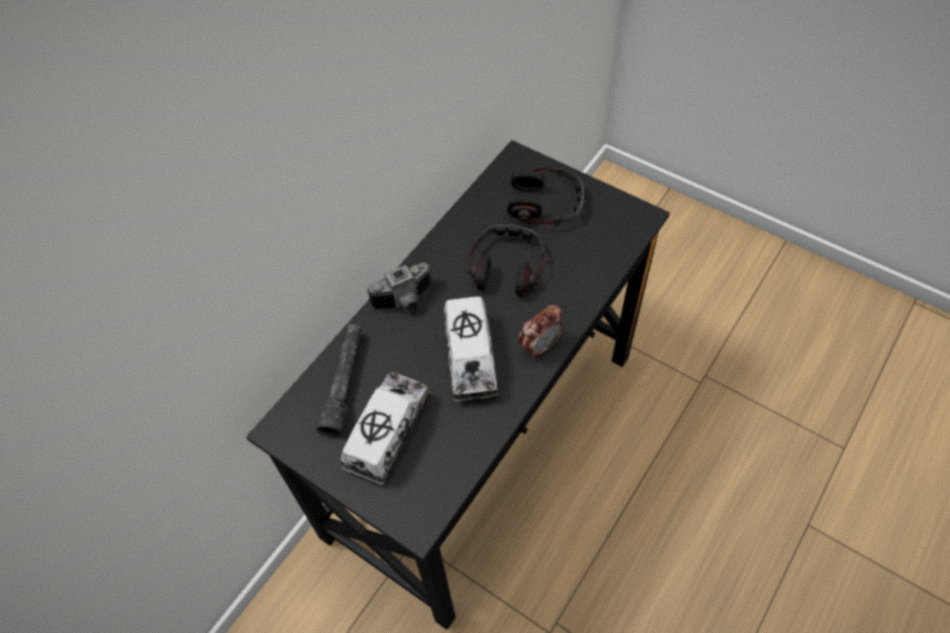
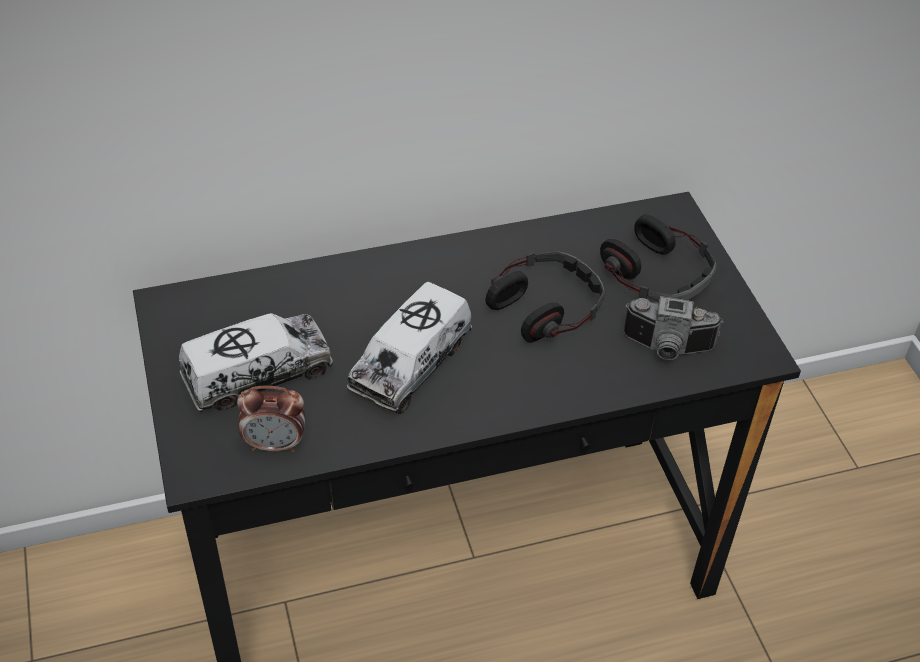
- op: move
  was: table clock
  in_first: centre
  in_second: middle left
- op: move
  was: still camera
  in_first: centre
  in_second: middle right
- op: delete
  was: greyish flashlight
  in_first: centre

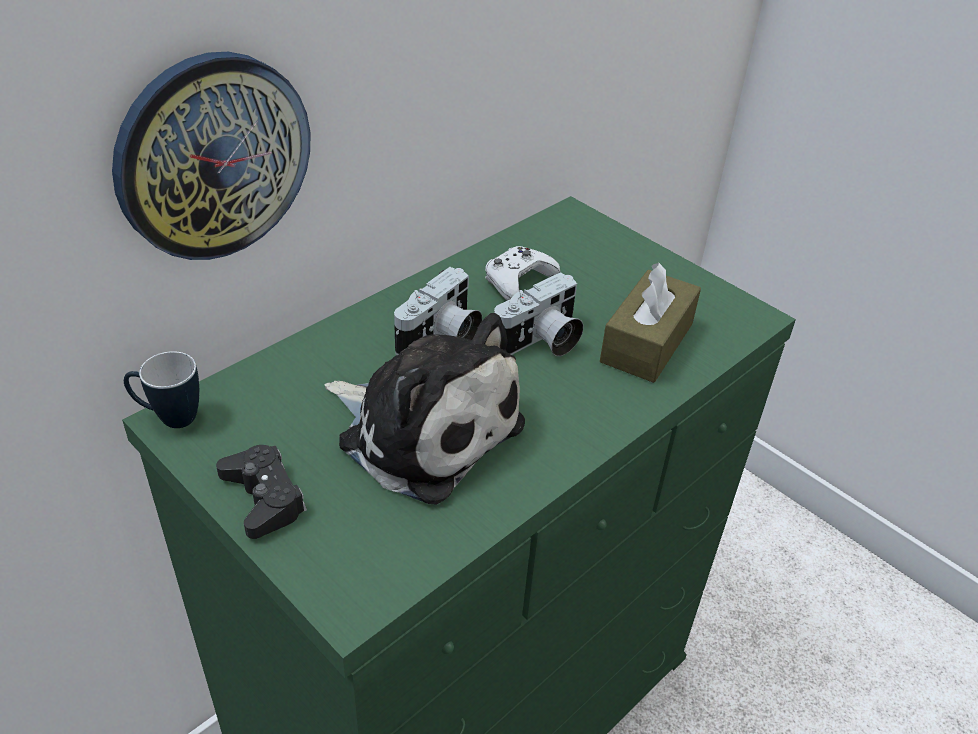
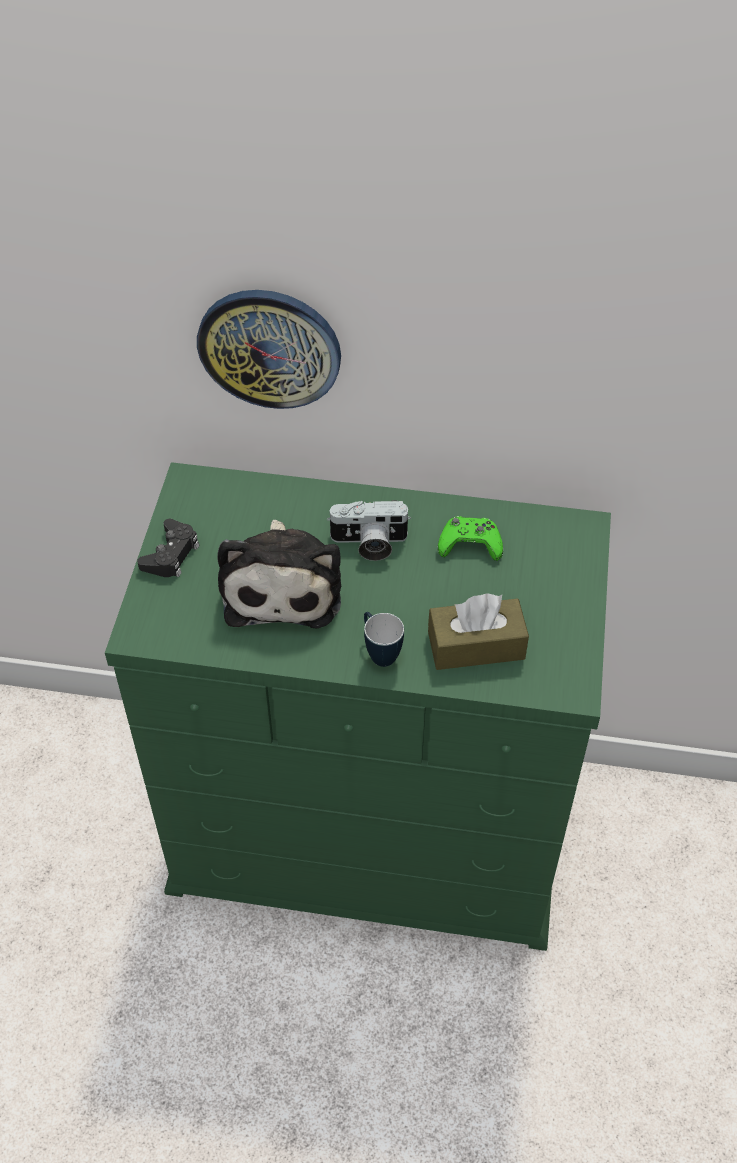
- op: move
  was: coffee mug
  in_first: middle left
  in_second: centre
- op: recolor
  was: white game controller
  now: green-coloured game controller
  in_first: centre
  in_second: centre
- op: delete
  was: still camera (2nd from left)
  in_first: centre

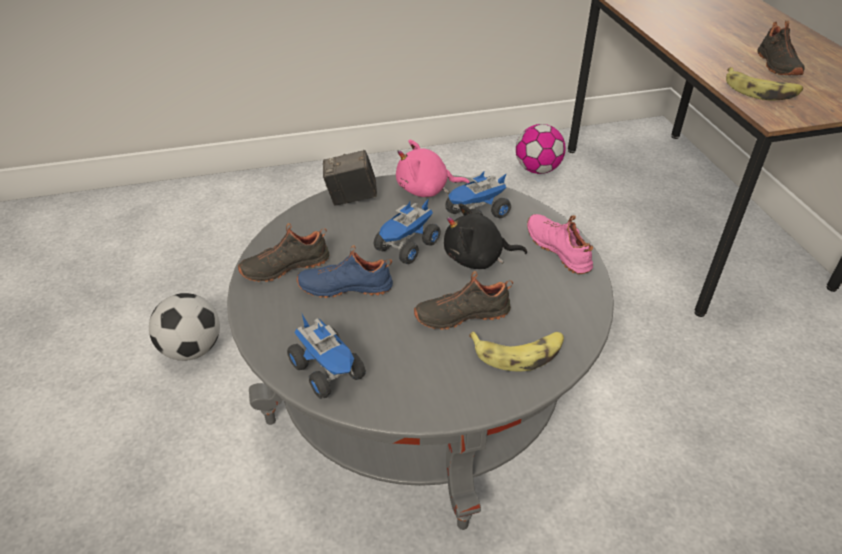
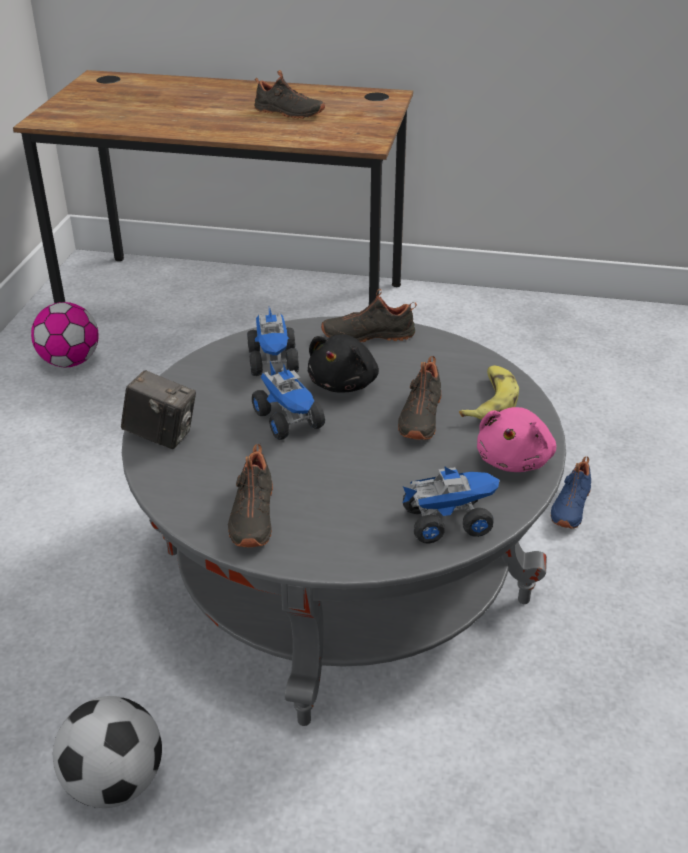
- op: rotate
  was: still camera
  in_first: top centre
  in_second: middle left
  clockwise: -90
- op: recolor
  was: pink item of footwear
  now: black-coloured item of footwear (3rd from left)
  in_first: centre
  in_second: centre
- op: move
  was: pink soft toy
  in_first: top centre
  in_second: middle right
- op: move
  was: blue item of footwear
  in_first: centre
  in_second: middle right
- op: delete
  was: whole banana (2nd from left)
  in_first: top right

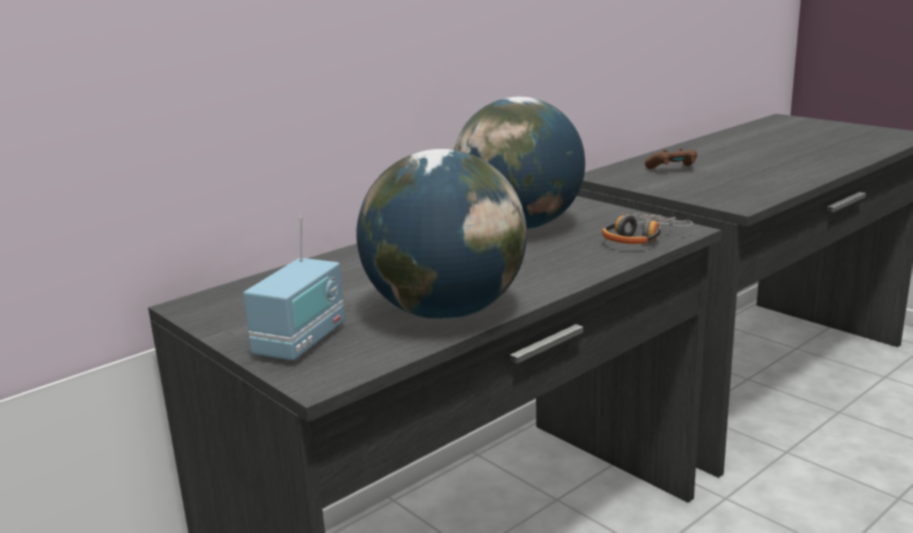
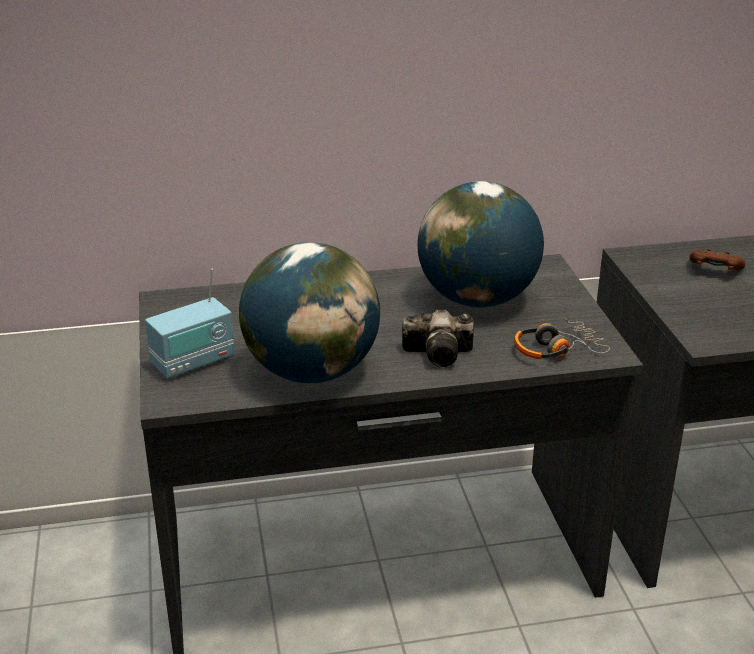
- op: insert
  now: still camera
  in_second: centre

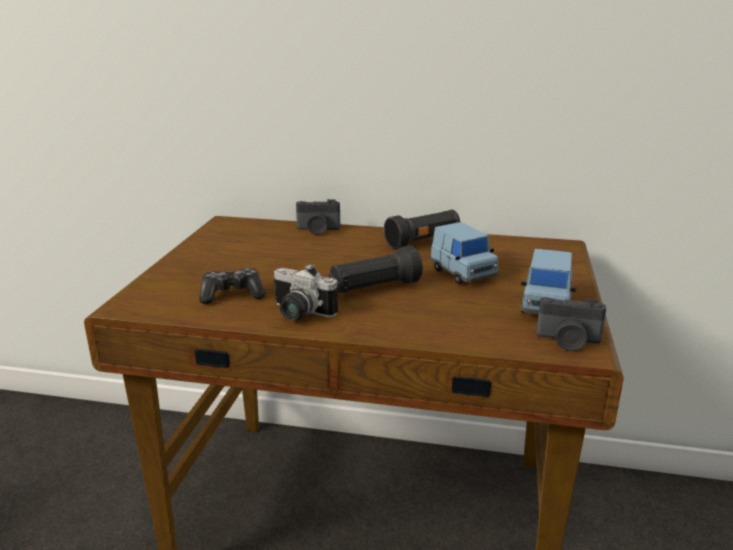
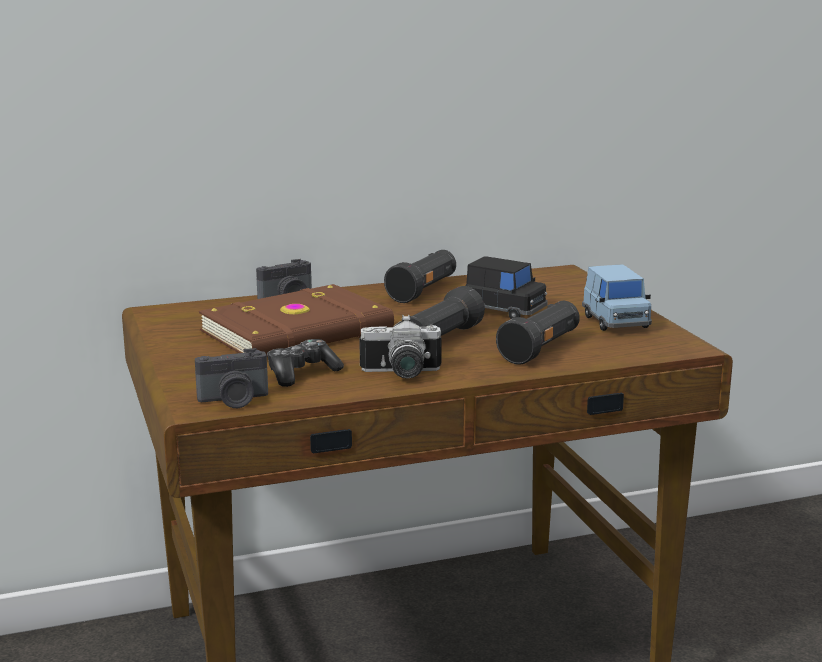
- op: move
  was: still camera (3rd from left in the first image)
  now: still camera (1st from left)
  in_first: middle right
  in_second: middle left
- op: insert
  now: brownish bound book
  in_second: centre
- op: recolor
  was: blue miniature car (1st from left)
  now: black-coloured miniature car
  in_first: centre
  in_second: centre
- op: insert
  now: black-coloured flashlight (3rd from left)
  in_second: centre

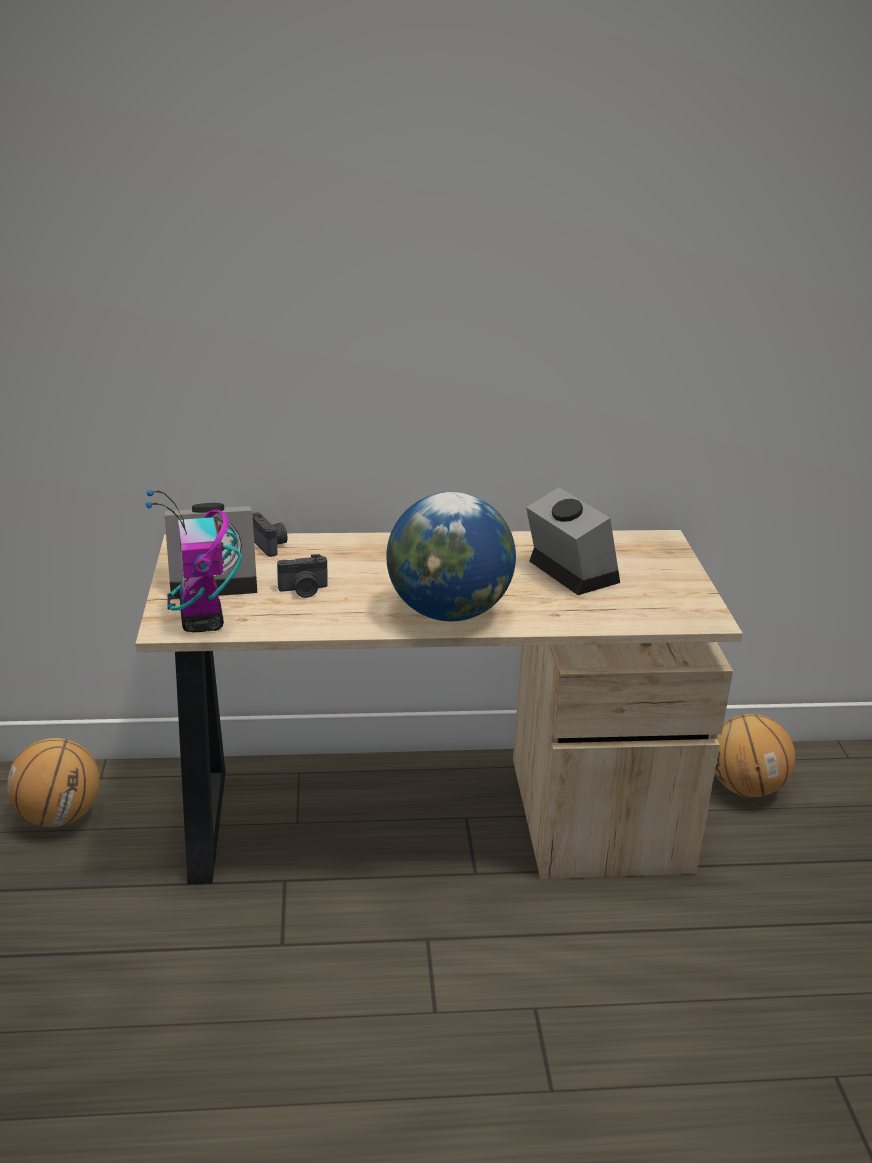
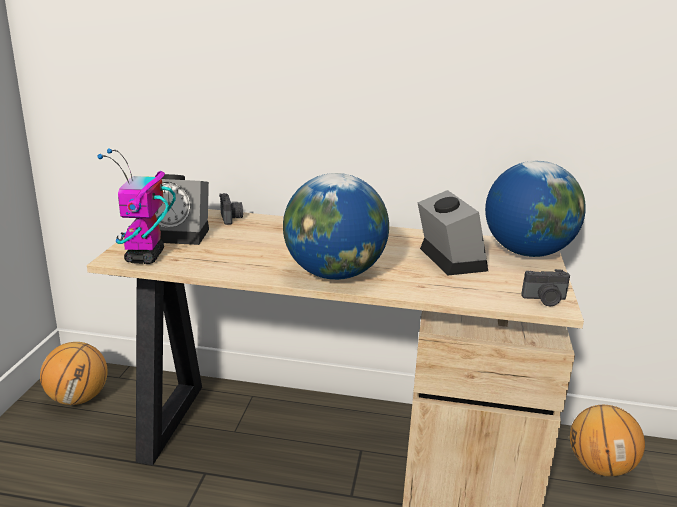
- op: insert
  now: desk globe (2nd from left)
  in_second: middle right
- op: move
  was: still camera (2nd from left)
  in_first: centre
  in_second: middle right

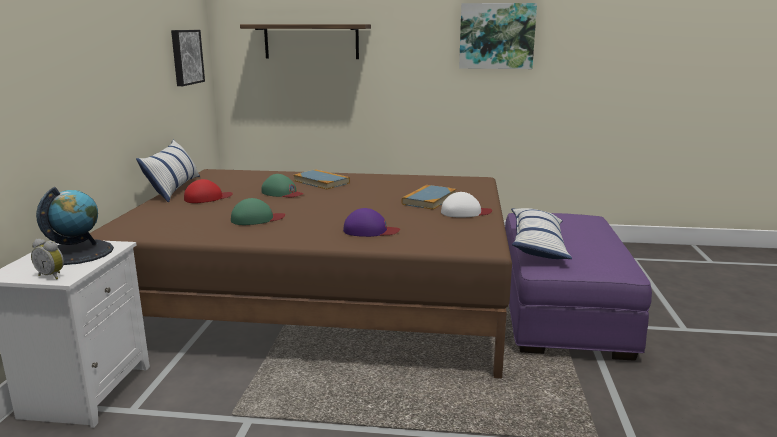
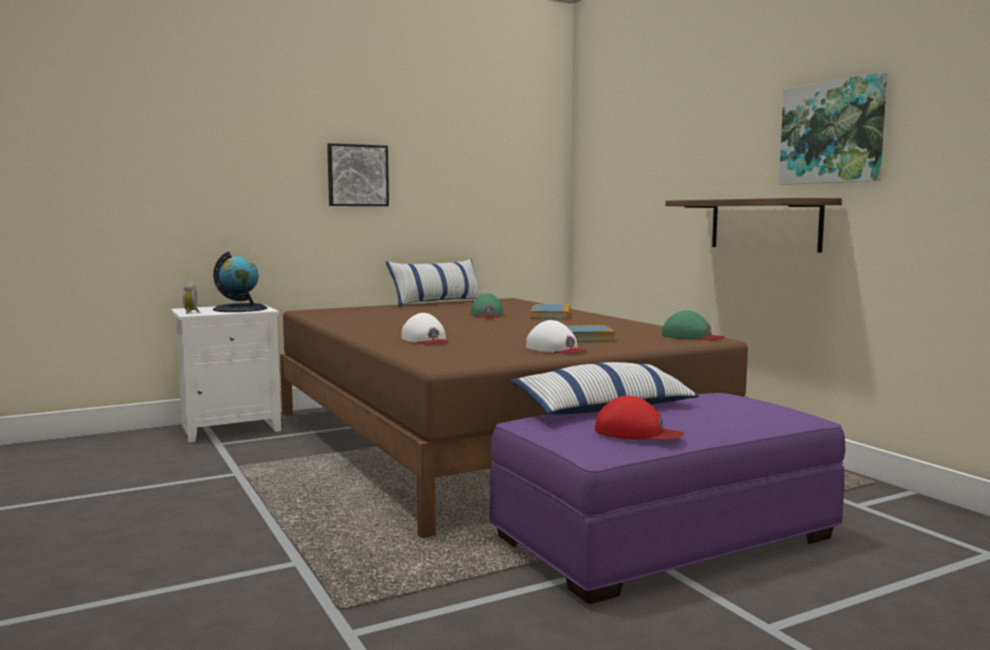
- op: move
  was: wall picture (1st from left)
  in_first: top left
  in_second: top centre
- op: recolor
  was: purplish peaked cap
  now: white peaked cap (1st from left)
  in_first: centre
  in_second: centre
- op: move
  was: red peaked cap
  in_first: middle left
  in_second: centre
- op: move
  was: green-coloured peaked cap (1st from left in the first image)
  now: green-coloured peaked cap (2nd from left)
  in_first: middle left
  in_second: middle right
- op: move
  was: wall shelf
  in_first: top centre
  in_second: middle right

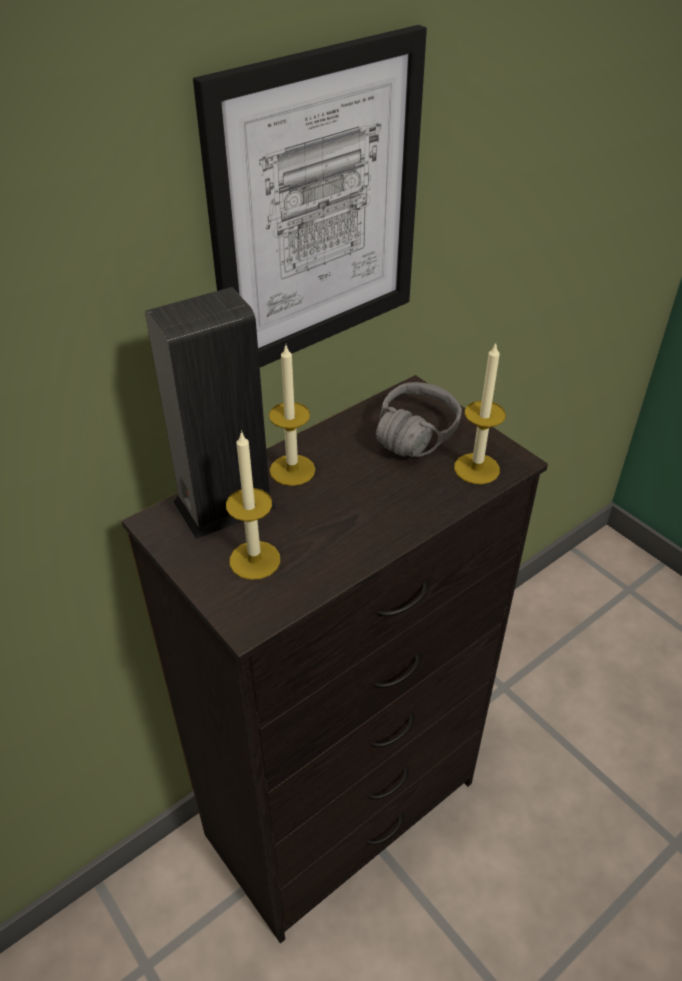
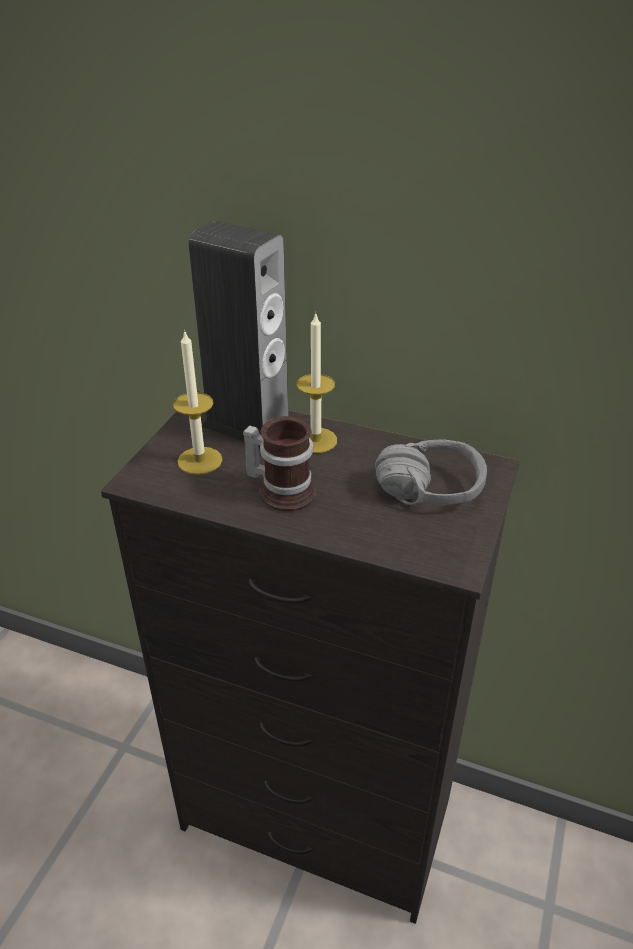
- op: insert
  now: coffee mug
  in_second: centre
- op: delete
  was: wall picture
  in_first: top centre
- op: delete
  was: wax light (3rd from left)
  in_first: middle right

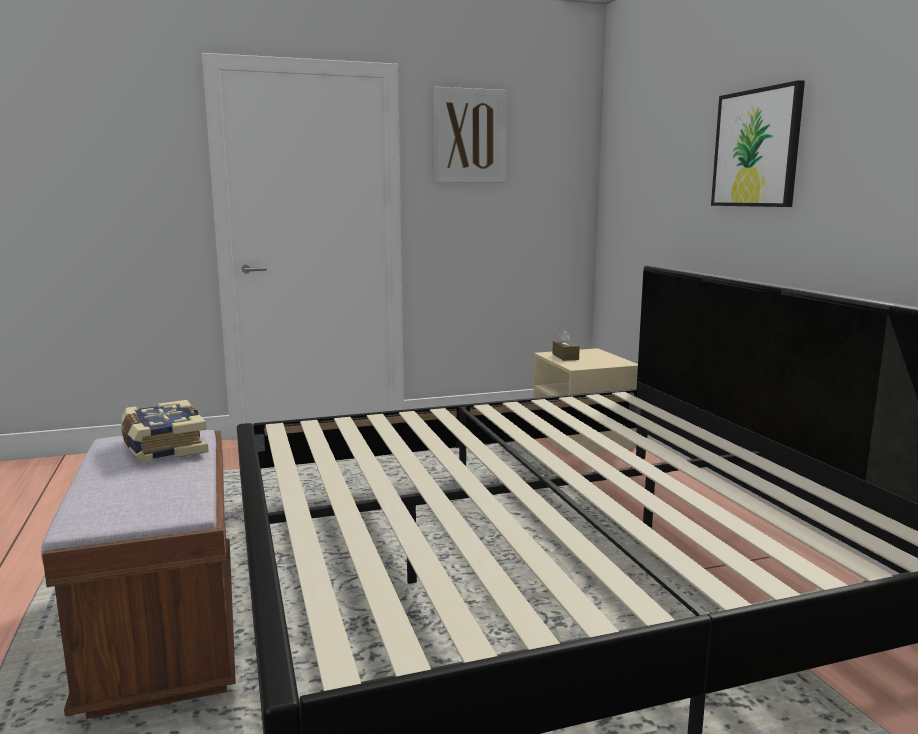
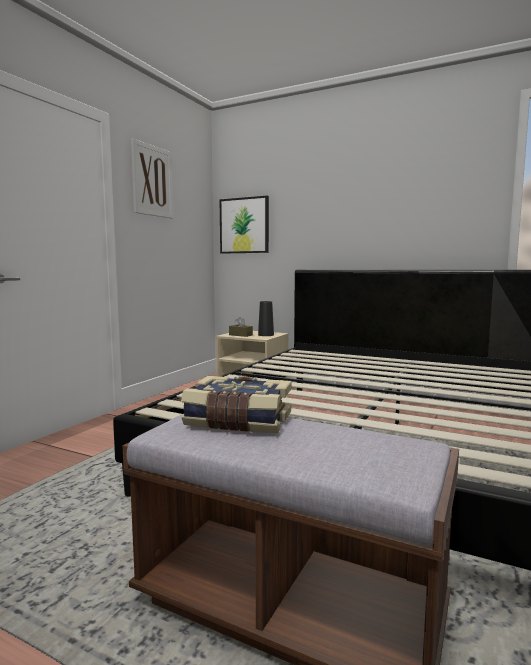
- op: move
  was: wall picture (2nd from left)
  in_first: top right
  in_second: centre
- op: insert
  now: black-coloured decorative vase
  in_second: centre

